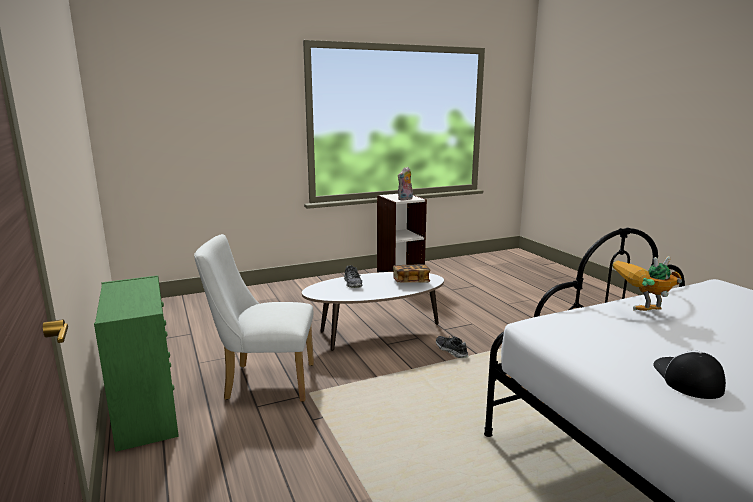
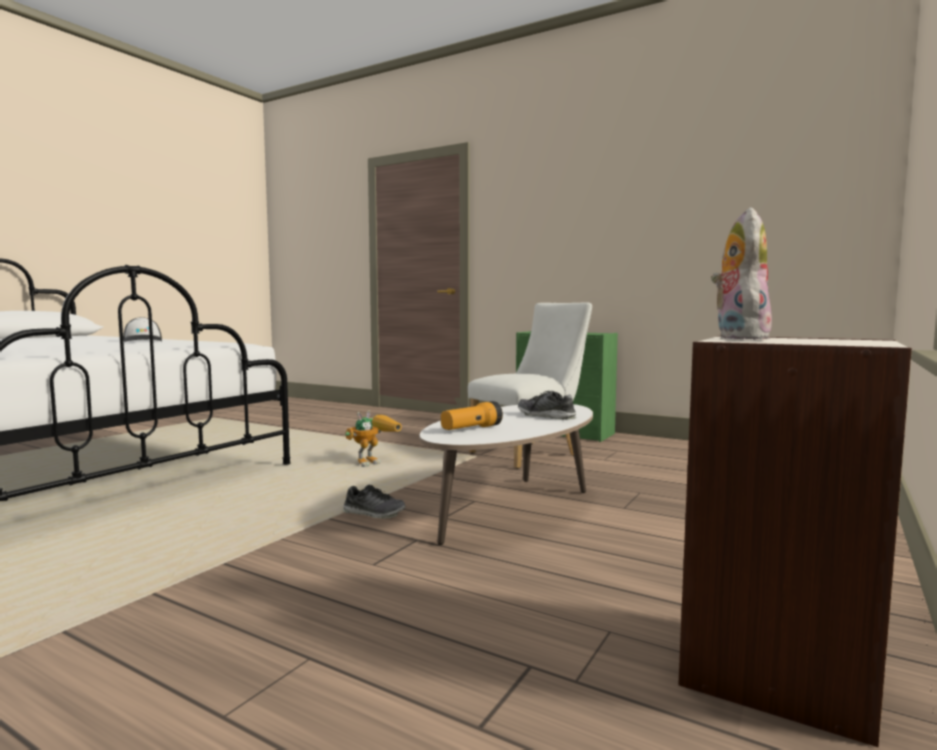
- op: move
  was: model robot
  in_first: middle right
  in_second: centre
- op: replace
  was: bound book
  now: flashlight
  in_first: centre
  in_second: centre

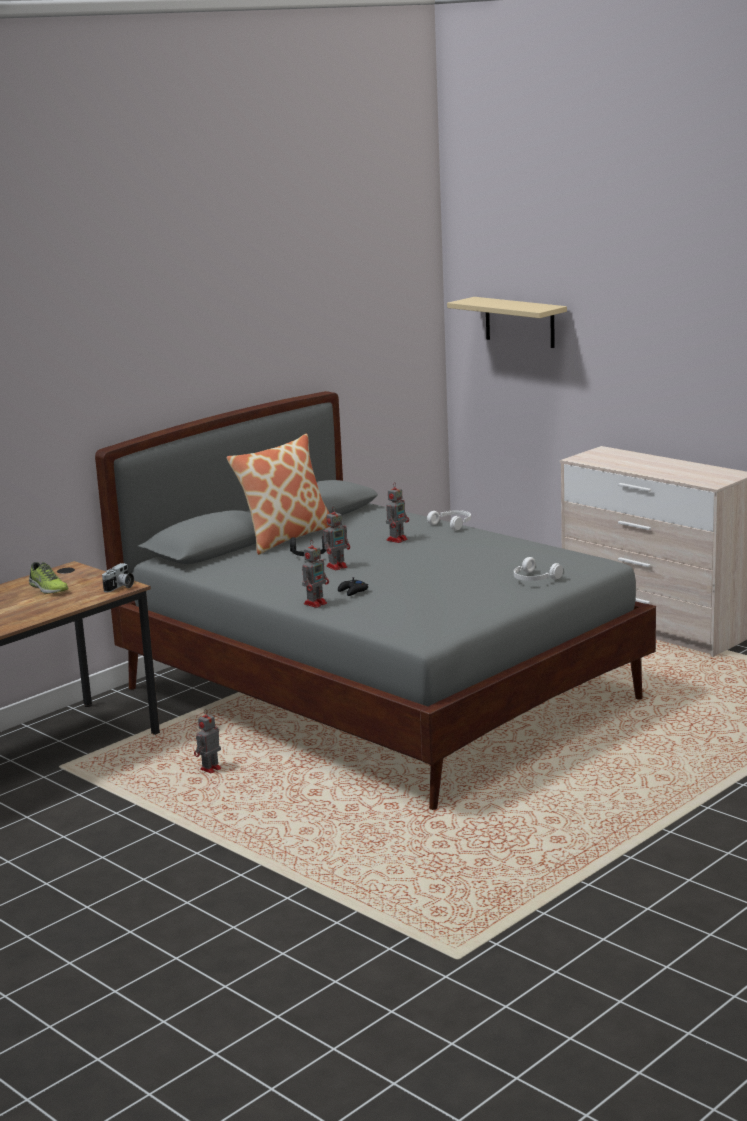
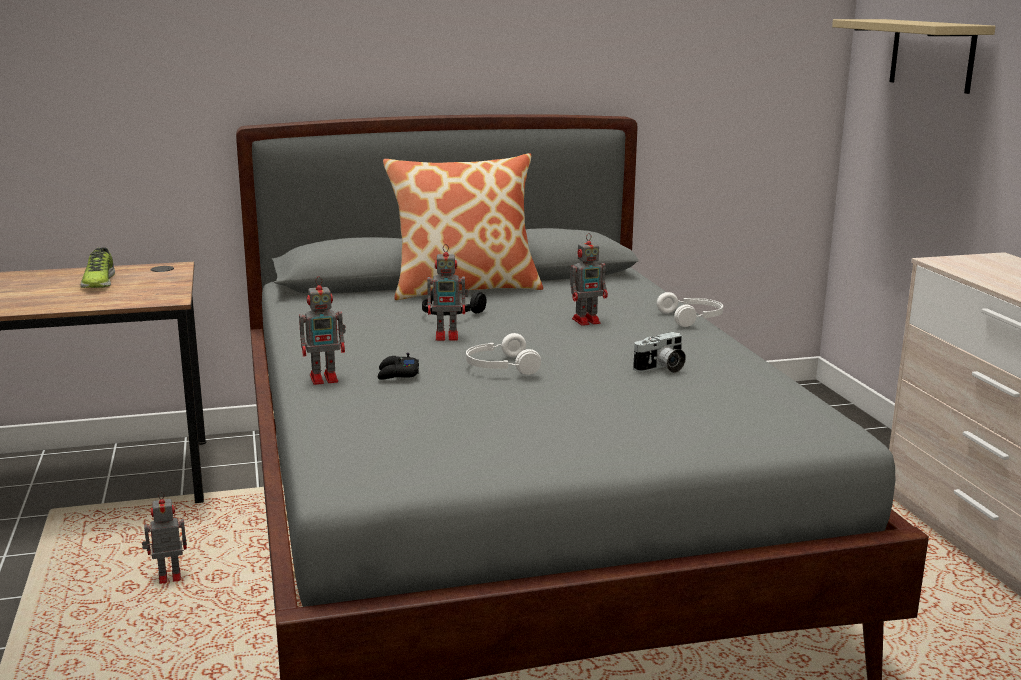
- op: move
  was: white headphones (2nd from left in the first image)
  now: white headphones (1st from left)
  in_first: middle right
  in_second: centre
- op: move
  was: still camera
  in_first: middle left
  in_second: centre

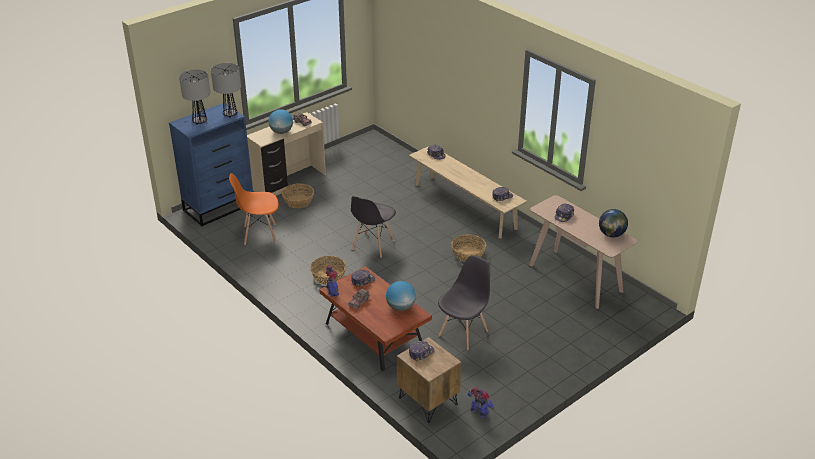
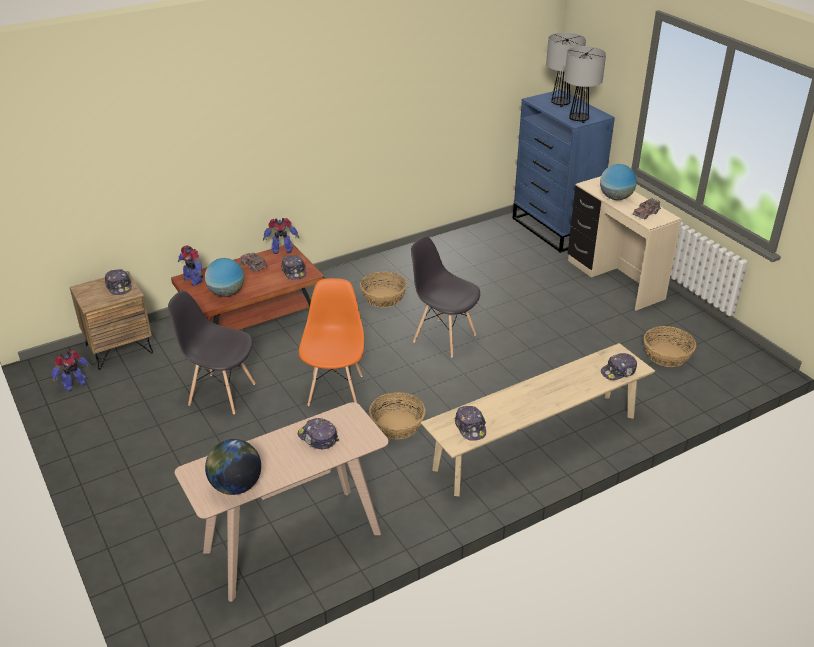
- op: rotate
  was: greyish upright chair (2nd from left in the first image)
  in_first: centre
  in_second: middle left
  clockwise: 150
- op: insert
  now: model robot (2nd from left)
  in_second: middle left
- op: move
  was: orange upright chair
  in_first: middle left
  in_second: centre
- op: move
  was: household basket (1st from left in the first image)
  now: household basket (3rd from left)
  in_first: centre
  in_second: middle right

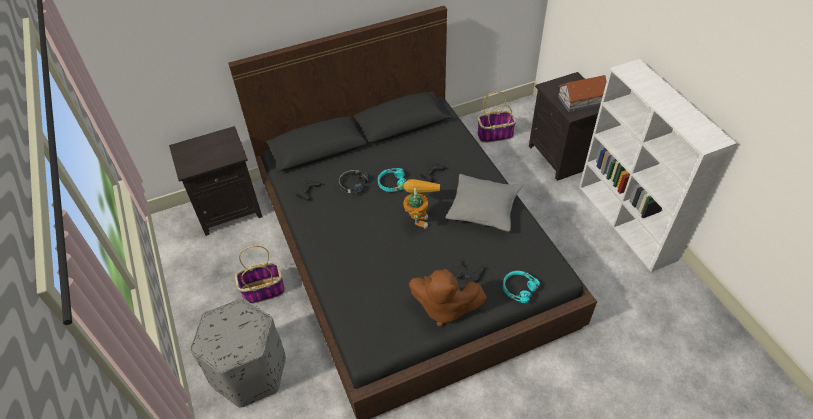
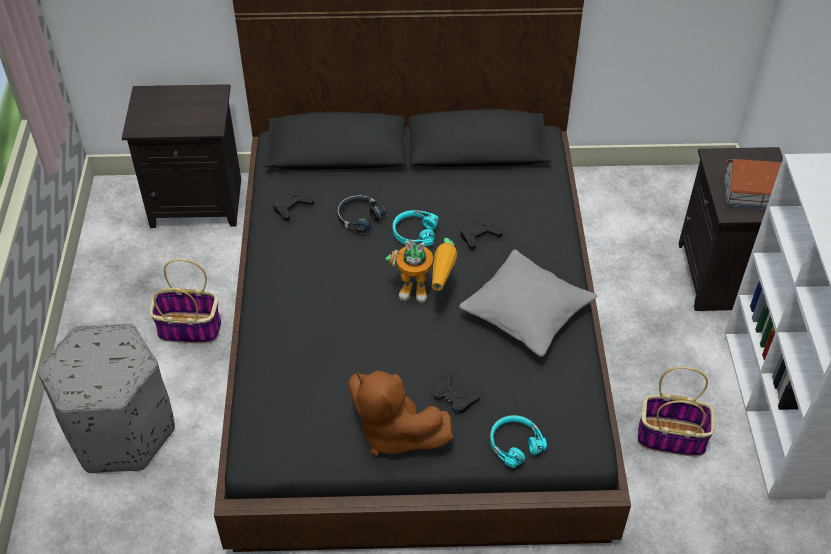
- op: rotate
  was: model robot
  in_first: centre
  in_second: centre
  clockwise: 75
- op: move
  was: household basket (2nd from left)
  in_first: top centre
  in_second: bottom right

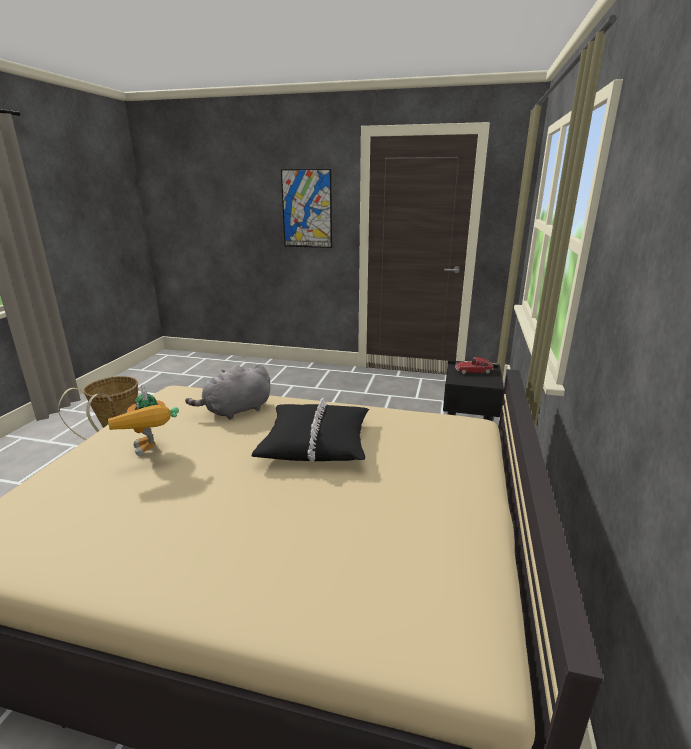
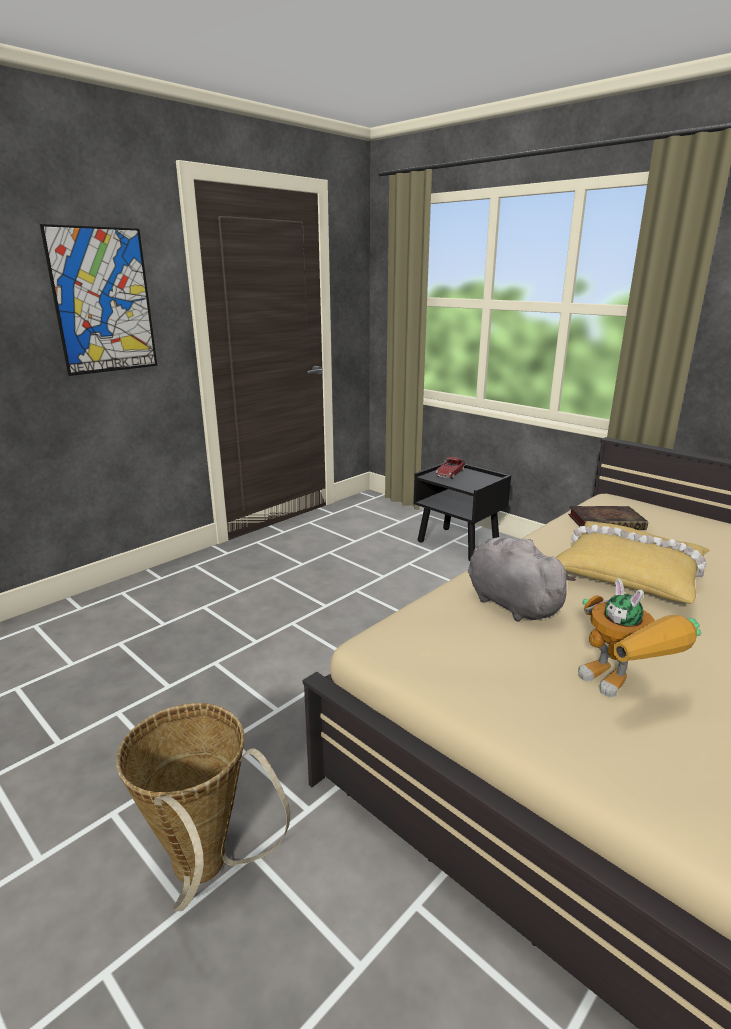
- op: rotate
  was: greyish soft toy
  in_first: middle left
  in_second: middle right
  clockwise: 150
- op: recolor
  was: black-coloured pillow
  now: yellow-coloured pillow
  in_first: centre
  in_second: middle right
- op: insert
  now: bound book
  in_second: middle right
- op: rotate
  was: model robot
  in_first: middle left
  in_second: middle right
  clockwise: 60

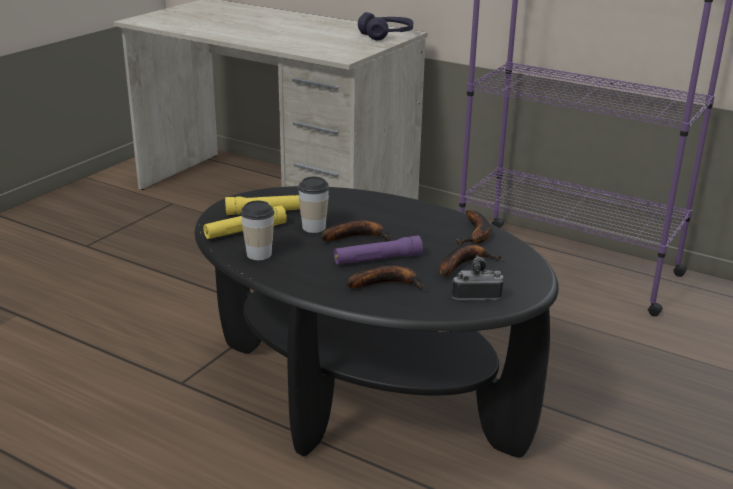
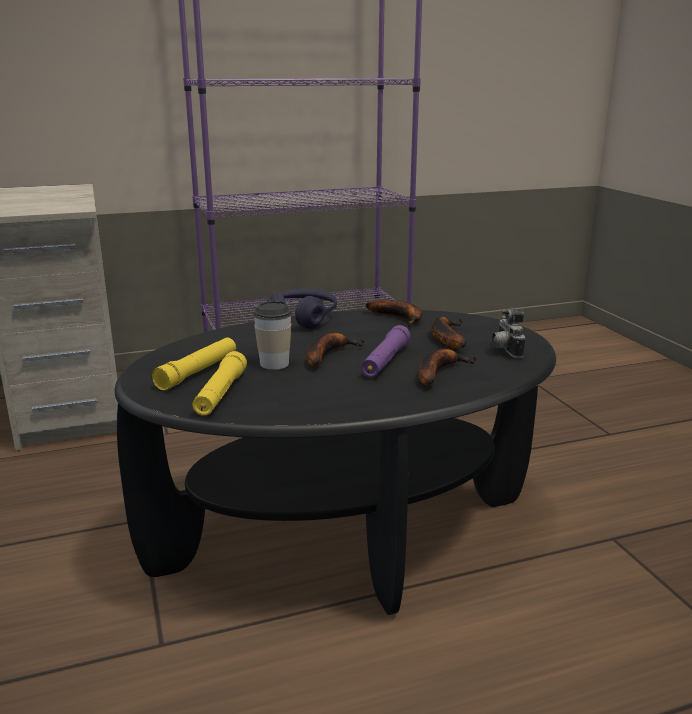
- op: move
  was: purplish headphones
  in_first: top centre
  in_second: centre
- op: rotate
  was: still camera
  in_first: centre
  in_second: middle right
  clockwise: -45
- op: delete
  was: cup (1st from left)
  in_first: centre

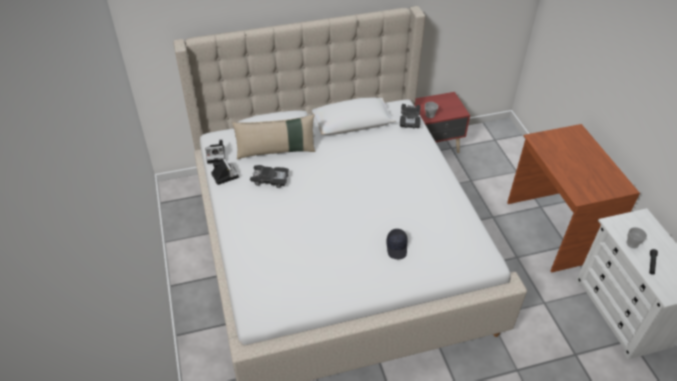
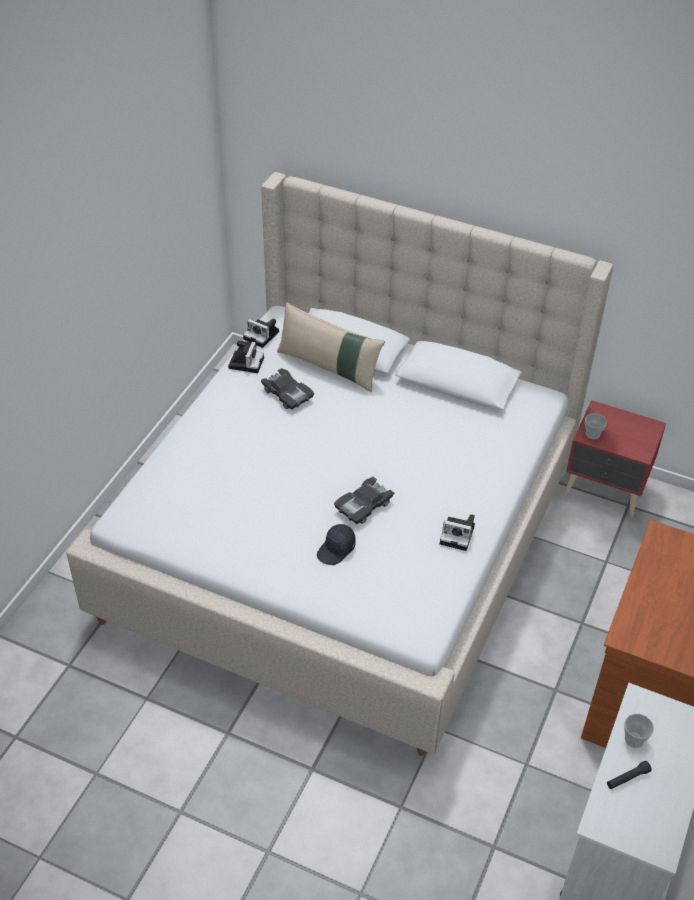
- op: move
  was: black-coloured miniature car (2nd from left)
  in_first: top centre
  in_second: centre
- op: insert
  now: still camera (3rd from left)
  in_second: centre

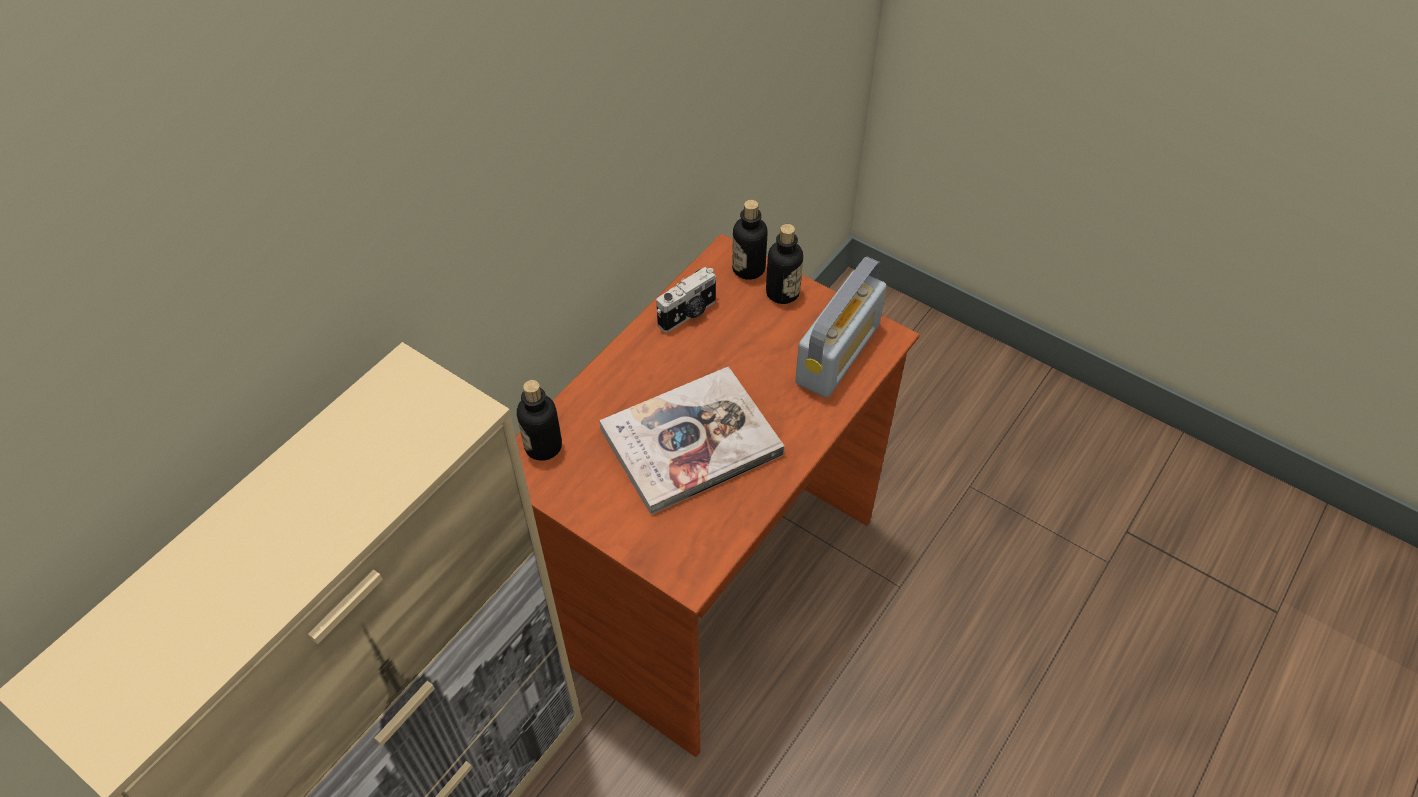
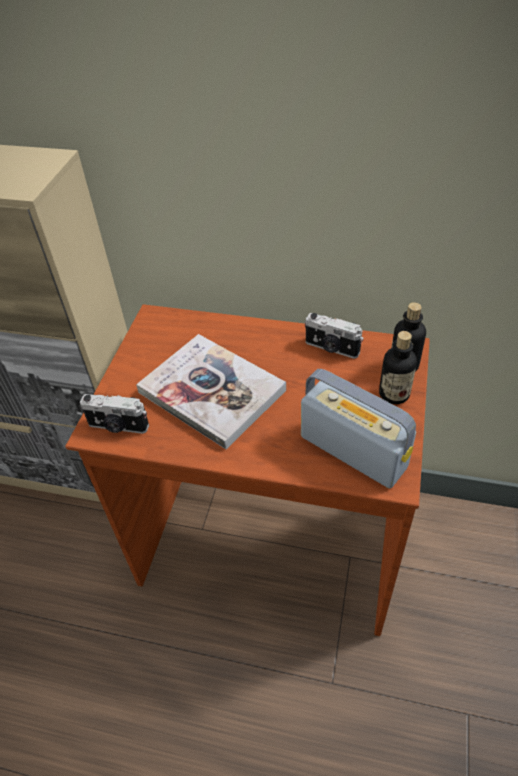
- op: insert
  now: still camera (1st from left)
  in_second: middle left
- op: rotate
  was: radio
  in_first: centre
  in_second: middle right
  clockwise: -150
- op: delete
  was: drink bottle (1st from left)
  in_first: centre

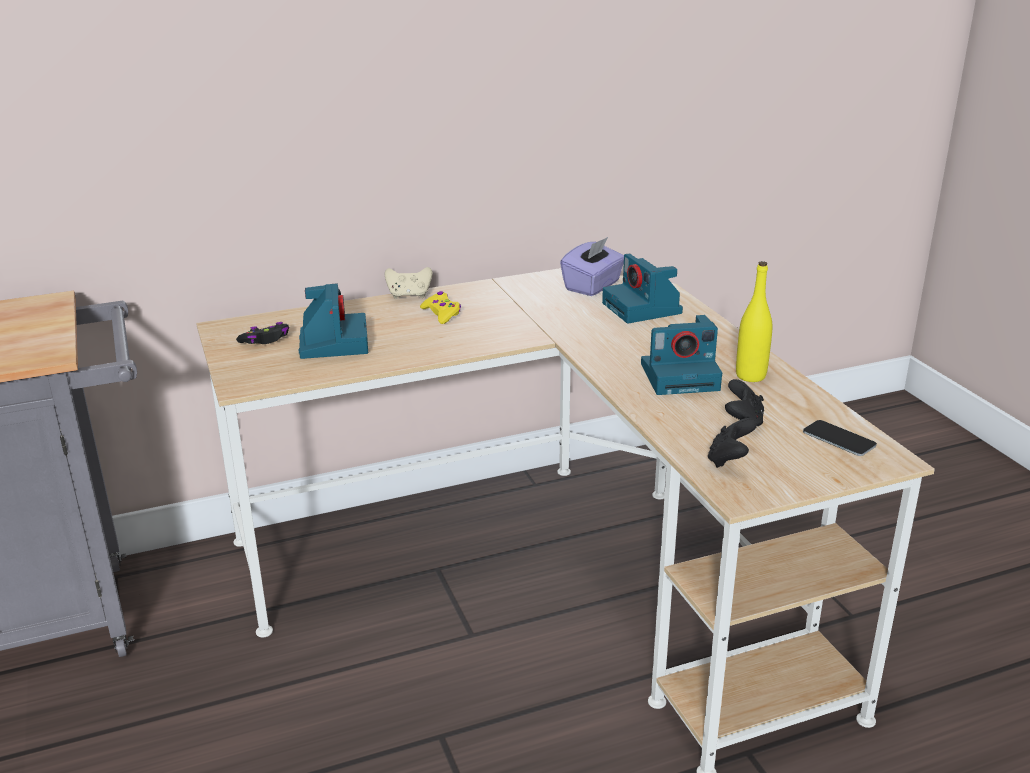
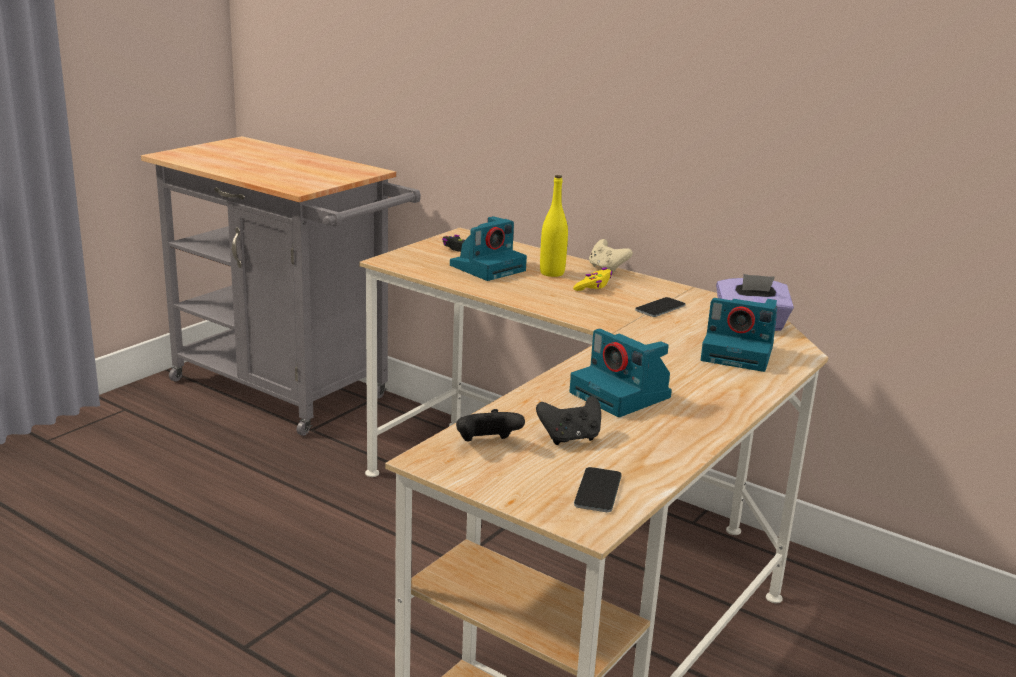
- op: move
  was: yellow-coloured drink bottle
  in_first: middle right
  in_second: centre
- op: insert
  now: phone (2nd from left)
  in_second: centre
- op: rotate
  was: still camera (2nd from left in the first image)
  in_first: centre
  in_second: middle right
  clockwise: -105

